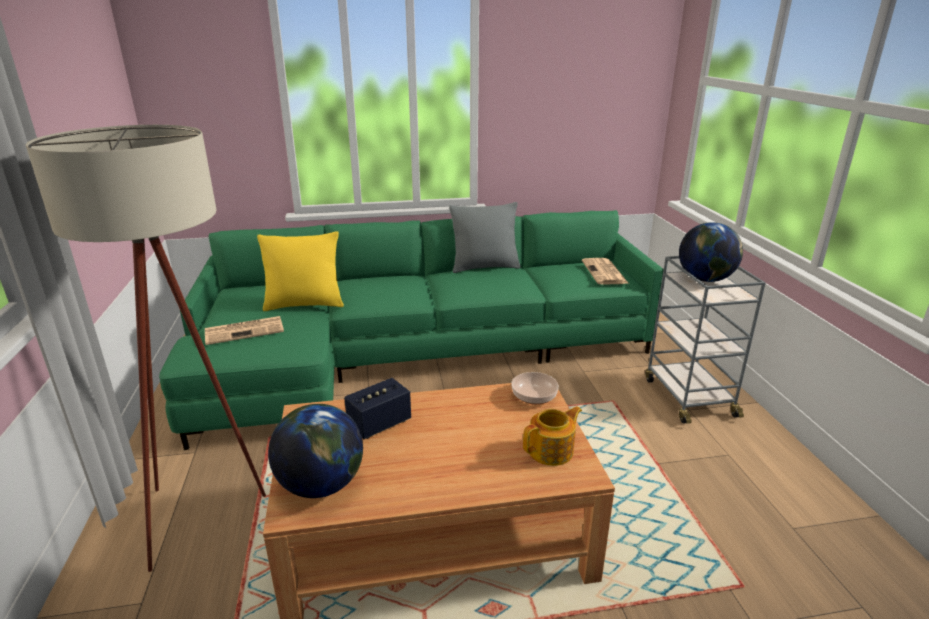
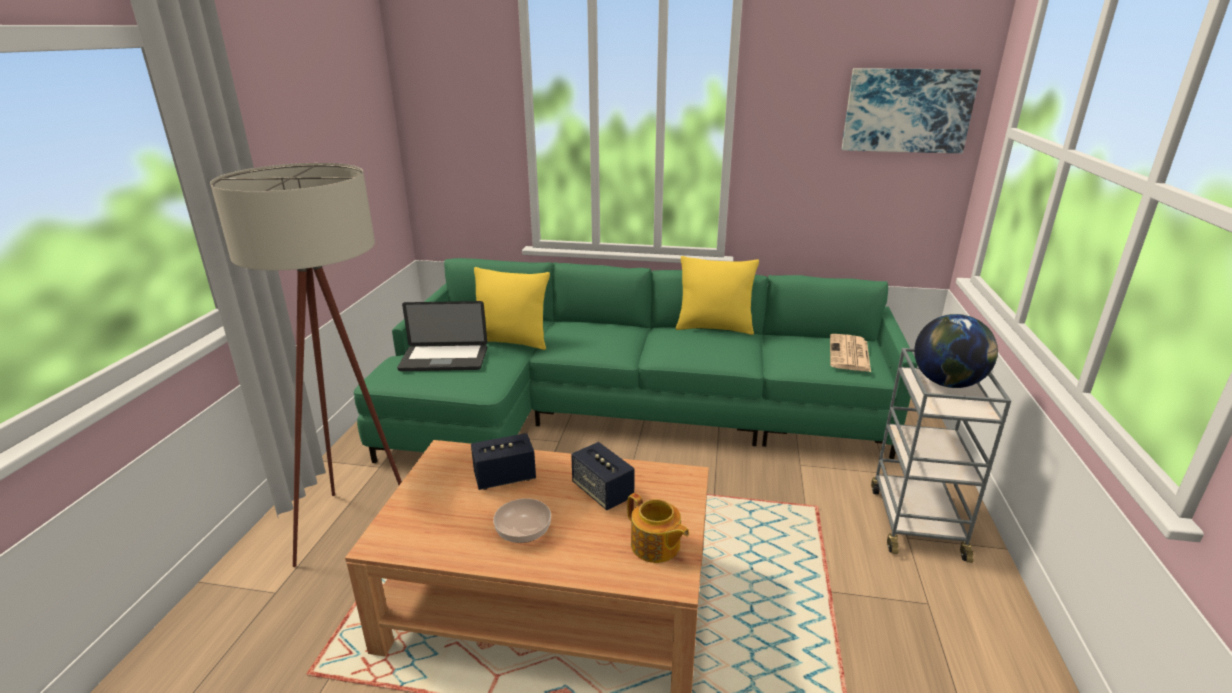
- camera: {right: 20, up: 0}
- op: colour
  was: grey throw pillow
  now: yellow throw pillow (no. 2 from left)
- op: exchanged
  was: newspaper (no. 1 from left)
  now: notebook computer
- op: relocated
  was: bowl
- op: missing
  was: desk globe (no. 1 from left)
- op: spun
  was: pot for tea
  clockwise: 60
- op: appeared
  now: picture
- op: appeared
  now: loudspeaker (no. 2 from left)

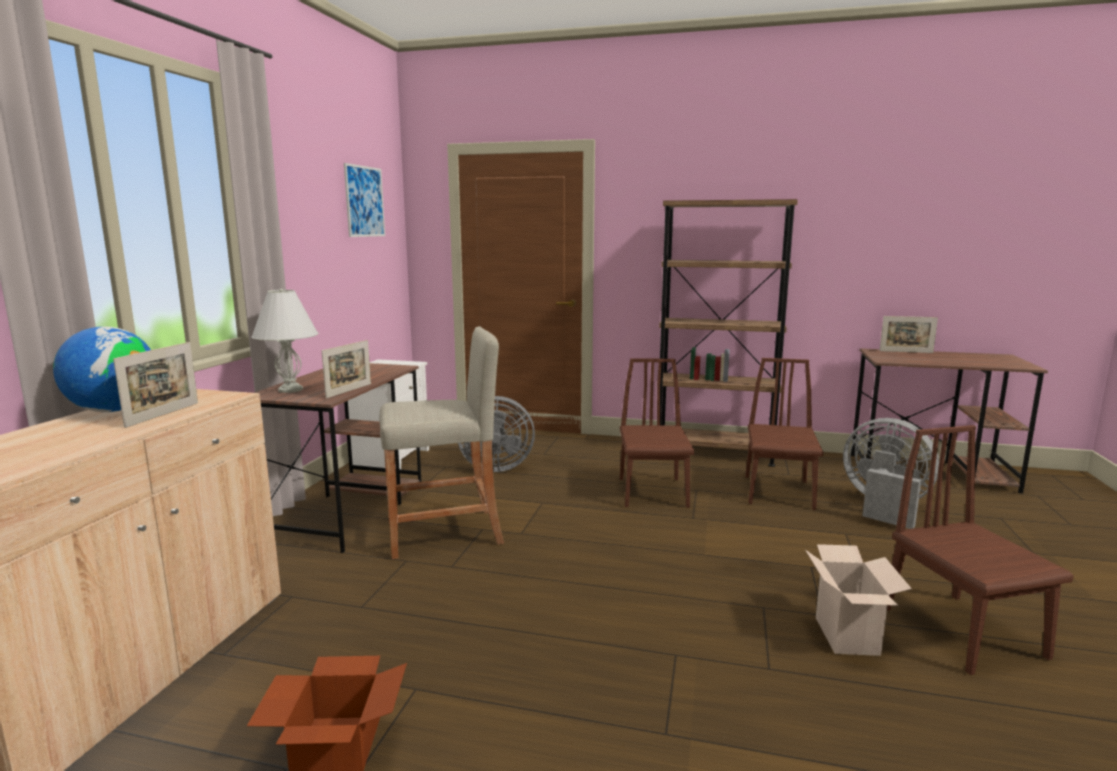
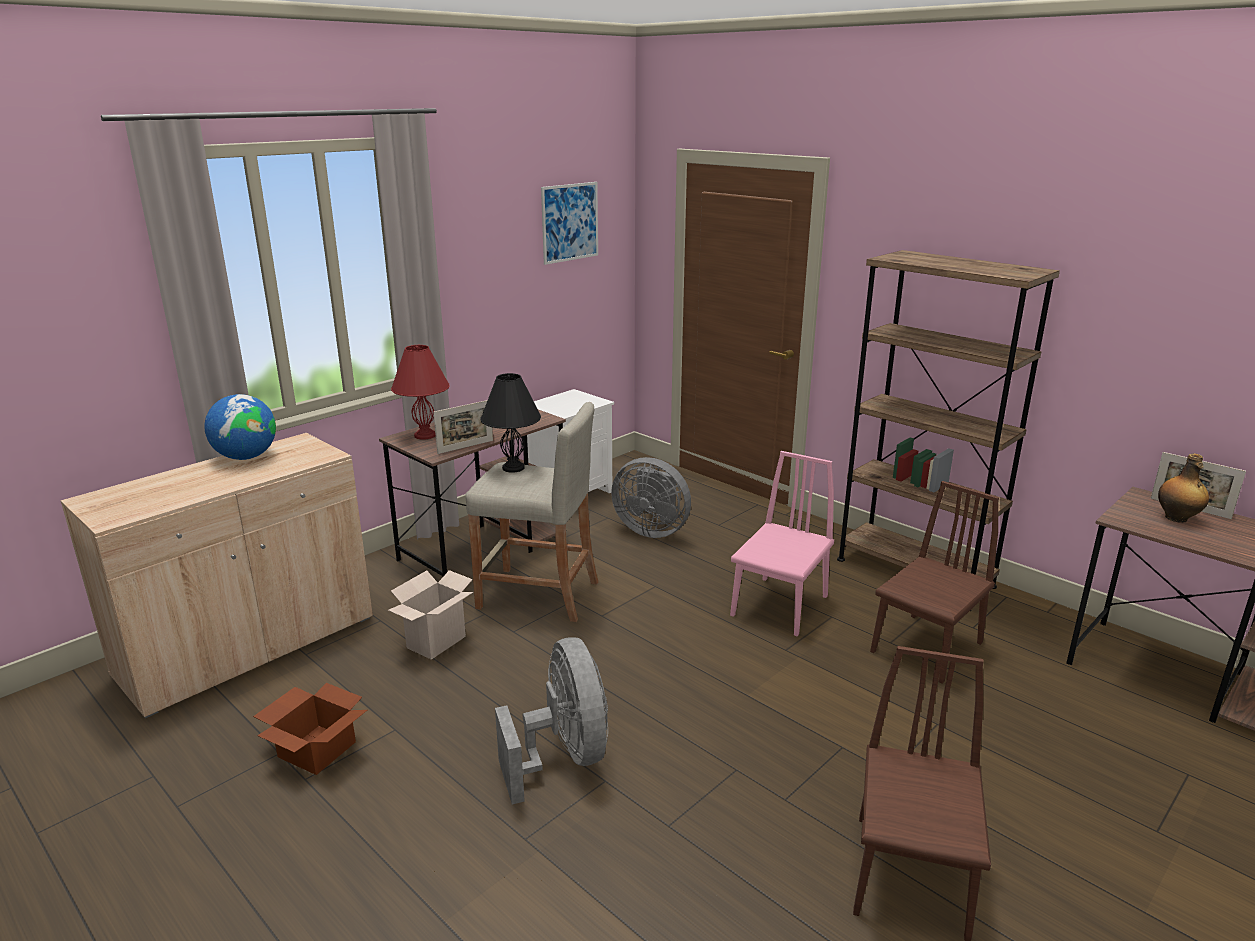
- camera: {right: 30, up: 10}
- op: colour
  was: whitish lamp for a table
  now: red lamp for a table
- op: missing
  was: picture frame (no. 1 from left)
- op: colour
  was: brownish chair (no. 1 from left)
  now: pinkish chair
- op: relocated
  was: grey electric fan (no. 2 from left in the first image)
  now: grey electric fan (no. 1 from left)
- op: relocated
  was: carton (no. 2 from left)
- op: appeared
  now: black lamp for a table
- op: appeared
  now: bottle

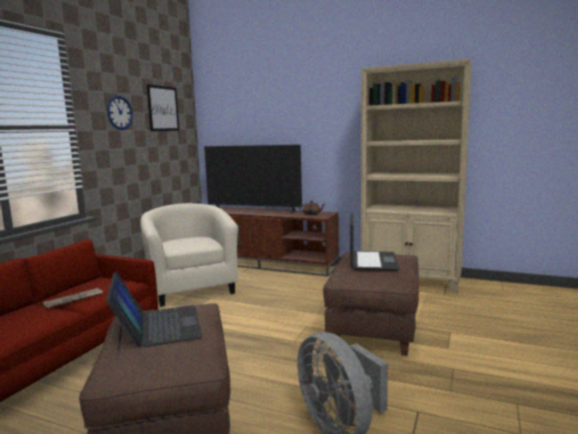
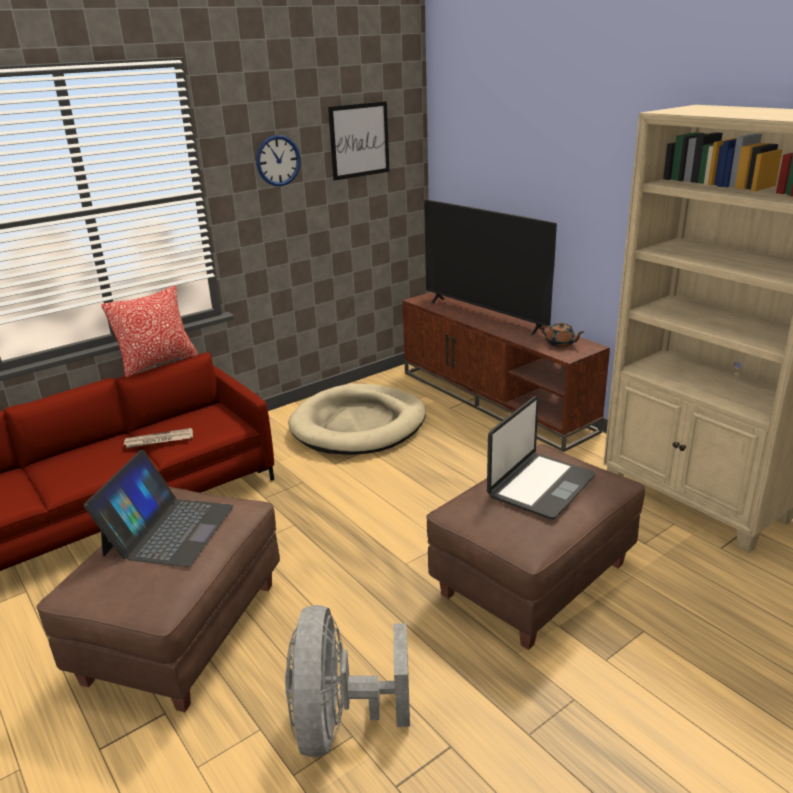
- camera: {right: 30, up: 15}
- op: exchanged
  was: beige lounge chair
  now: beige dog cushion
- op: appeared
  now: throw pillow

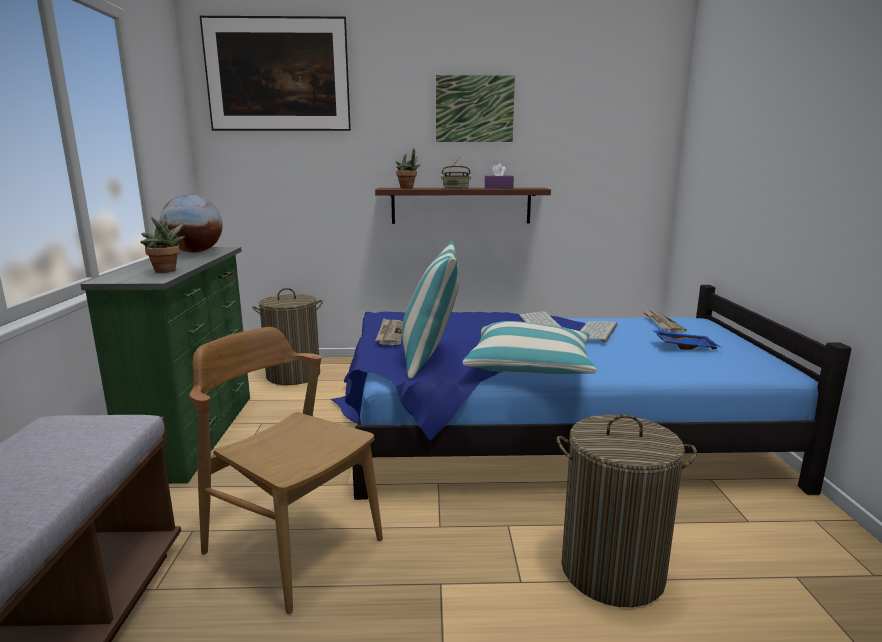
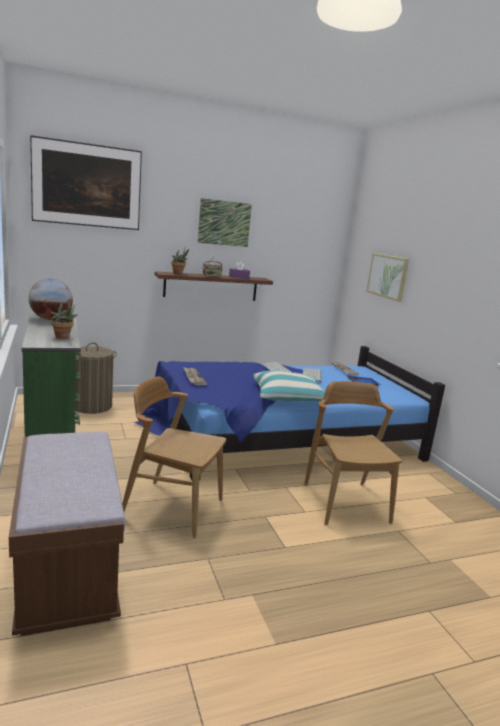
- camera: {right: -20, up: 0}
- op: missing
  was: throw pillow (no. 1 from left)
- op: exchanged
  was: laundry basket (no. 2 from left)
  now: brownish chair (no. 2 from left)
- op: appeared
  now: picture (no. 3 from left)

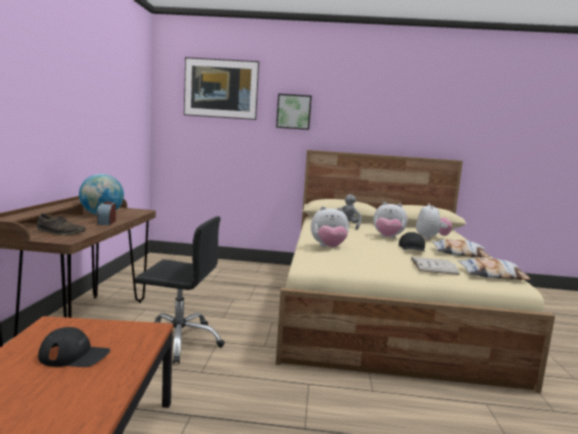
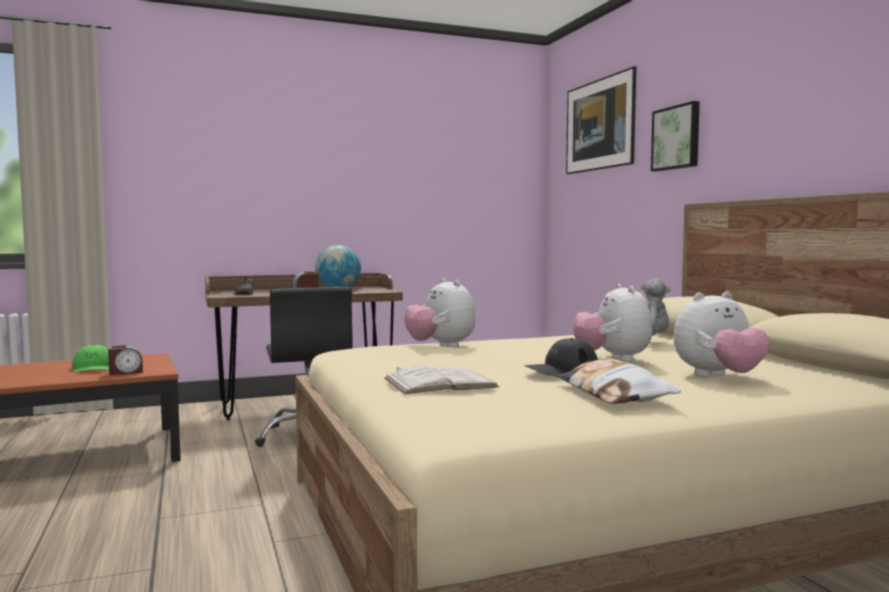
- camera: {right: 65, up: -5}
- op: missing
  was: throw pillow (no. 2 from left)
- op: colour
  was: black cap (no. 1 from left)
  now: green-coloured cap
- op: appeared
  now: table clock (no. 1 from left)

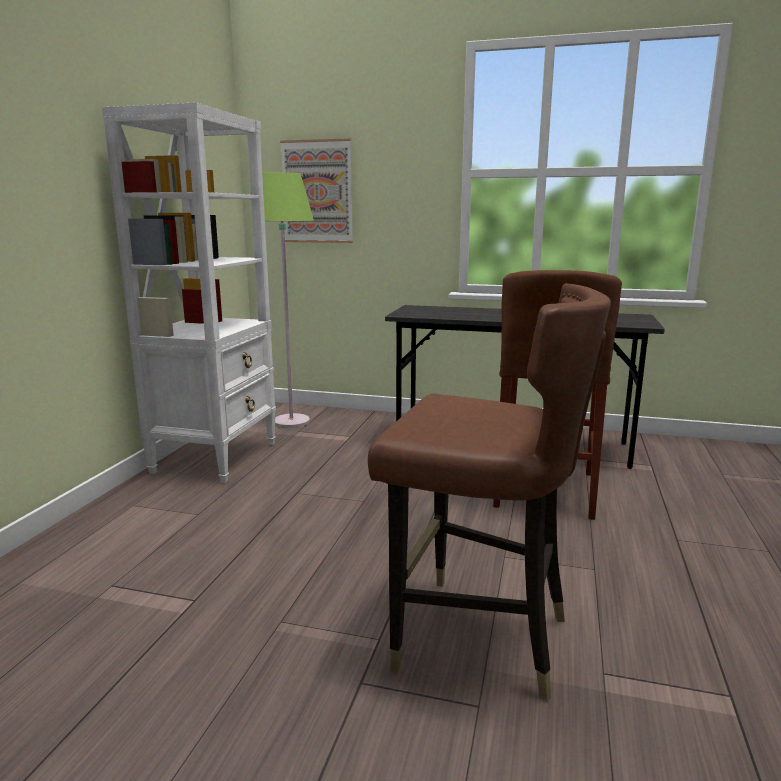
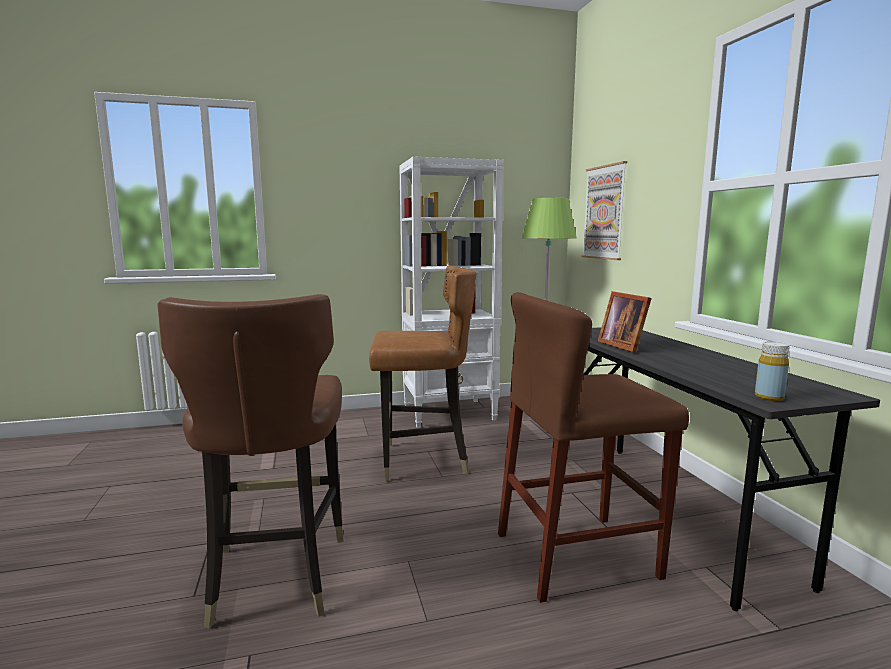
- camera: {right: 60, up: -5}
- op: appeared
  now: brownish chair (no. 2 from left)
- op: appeared
  now: picture frame
- op: appeared
  now: yellow bottle

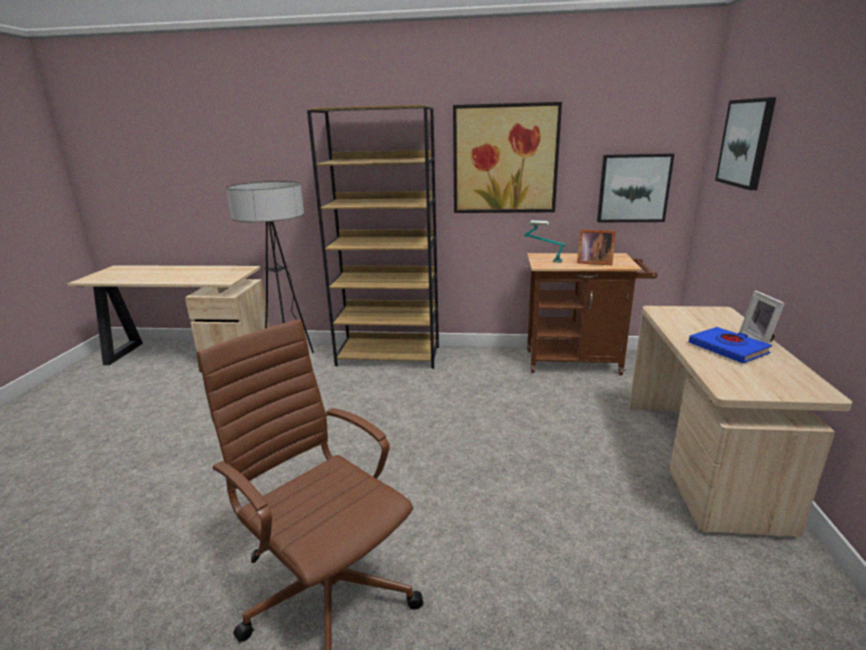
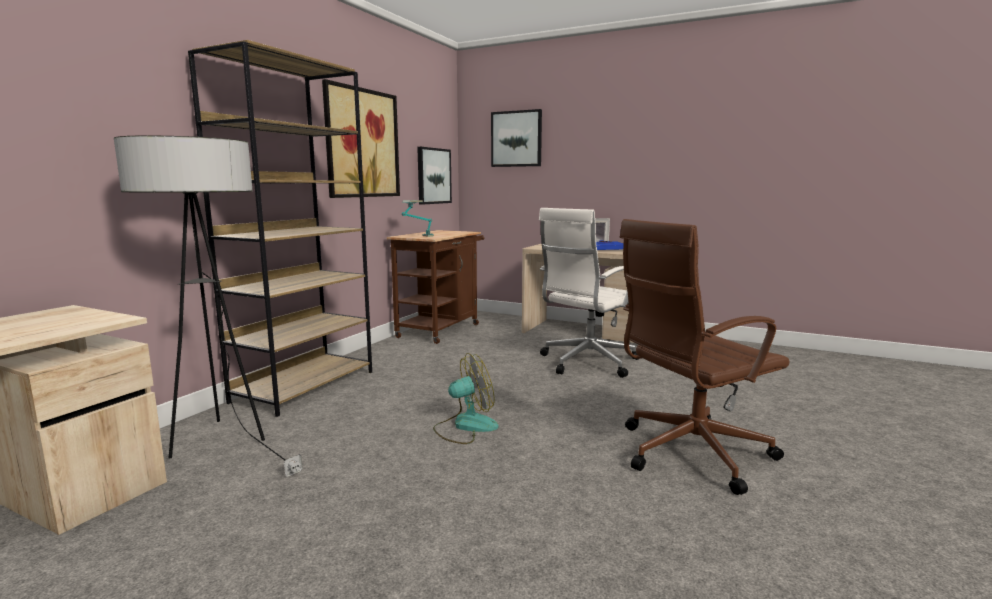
- camera: {right: -70, up: -10}
- op: missing
  was: picture frame (no. 1 from left)
- op: appeared
  now: whitish desk chair
- op: appeared
  now: electric fan

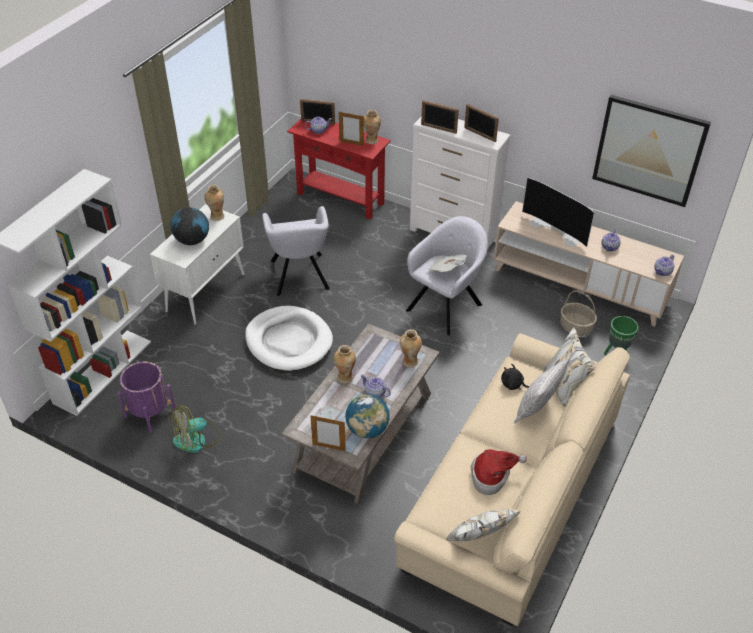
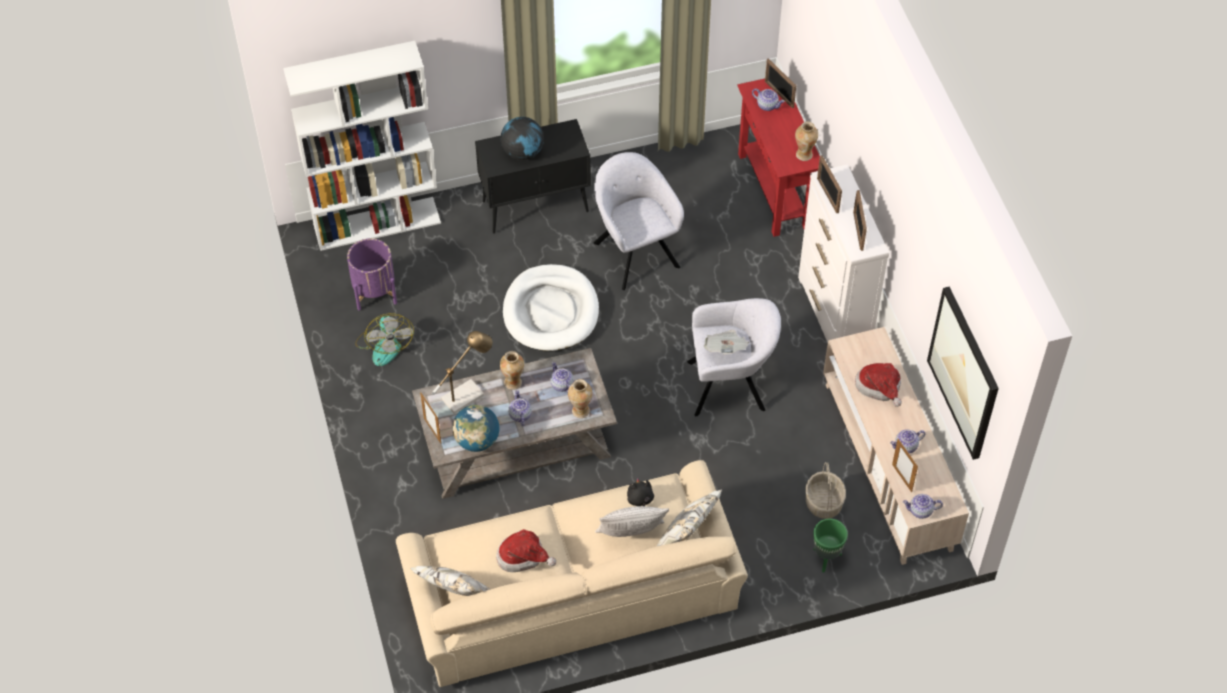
- camera: {right: 45, up: 10}
- op: relocated
  was: picture frame (no. 3 from left in the first image)
  now: picture frame (no. 5 from left)
- op: exchanged
  was: television
  now: hat (no. 2 from left)
- op: missing
  was: flower vase (no. 1 from left)
- op: colour
  was: whitish storage cabinet
  now: black storage cabinet
- op: spun
  was: grey lounge chair (no. 1 from left)
  clockwise: 120
- op: spun
  was: electric fan
  clockwise: -120
- op: appeared
  now: lamp for a table
- op: appeared
  now: pot for tea (no. 2 from left)

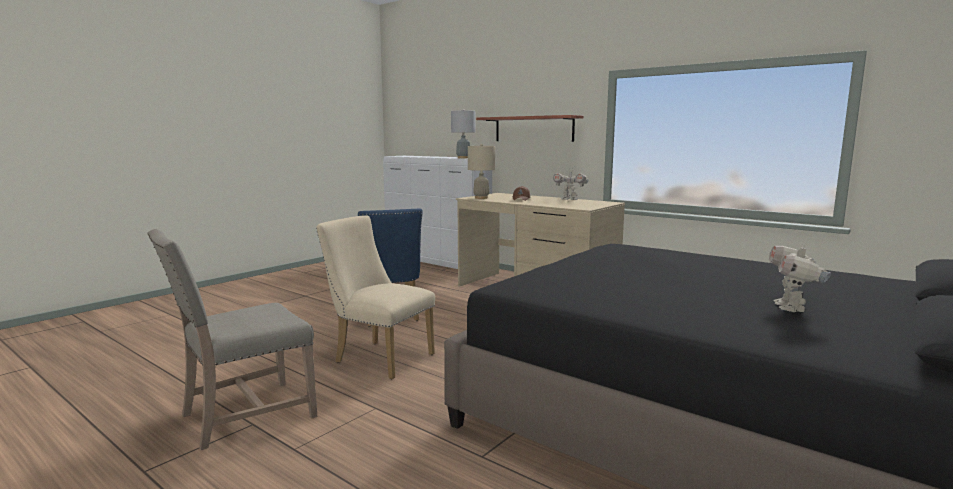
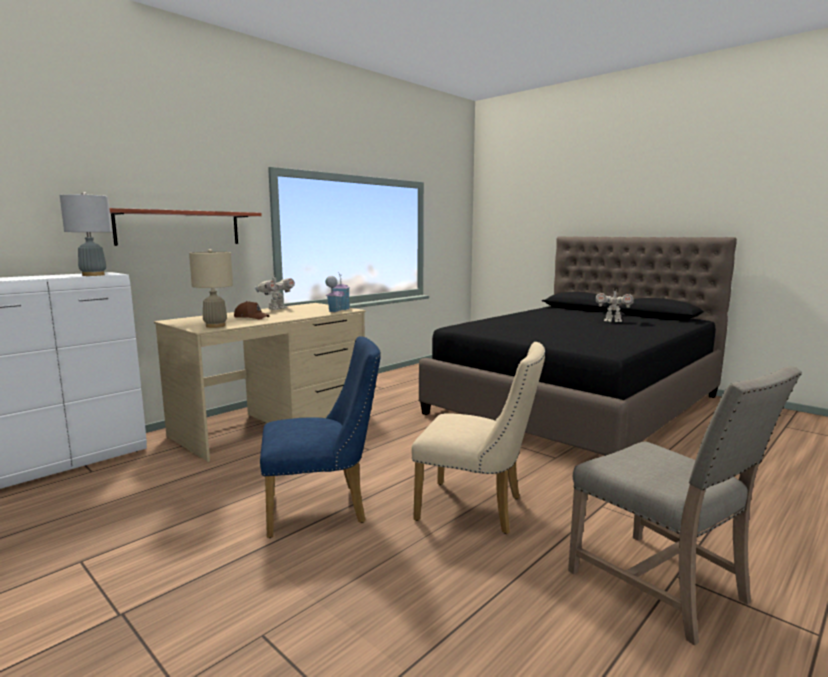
- camera: {right: -85, up: 0}
- op: spun
  was: beige chair (no. 2 from left in the first image)
  clockwise: -105
- op: appeared
  now: model house

